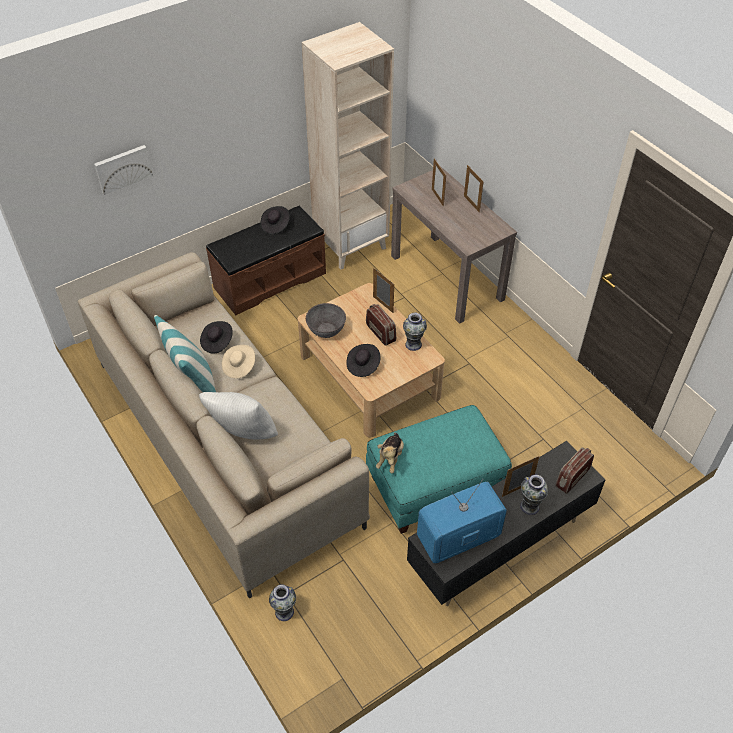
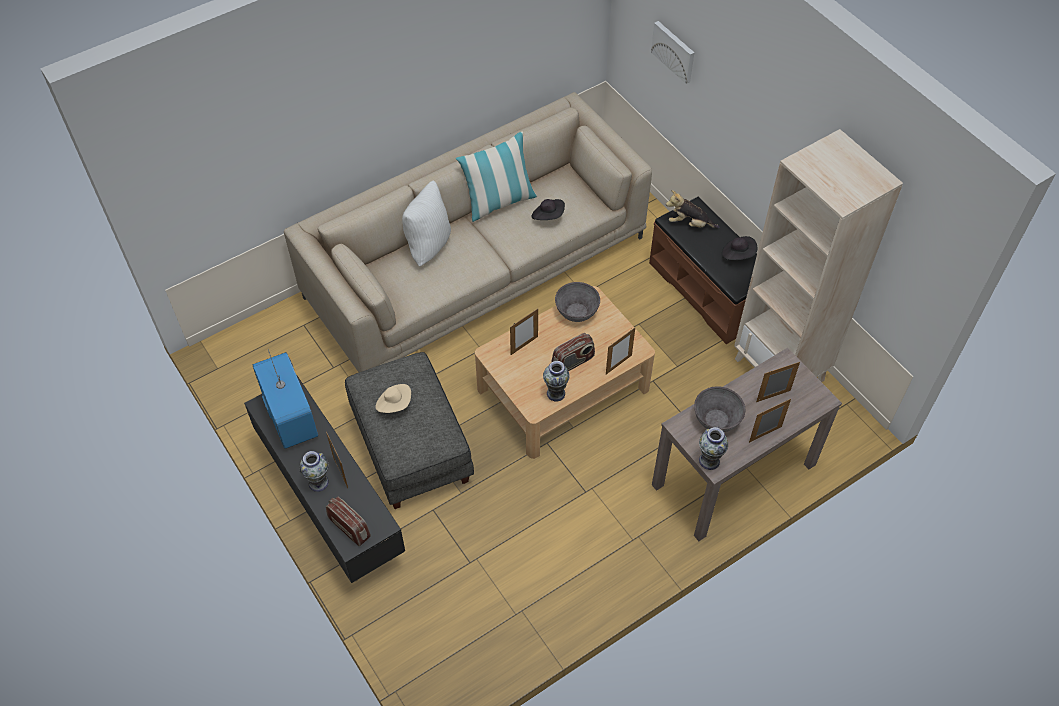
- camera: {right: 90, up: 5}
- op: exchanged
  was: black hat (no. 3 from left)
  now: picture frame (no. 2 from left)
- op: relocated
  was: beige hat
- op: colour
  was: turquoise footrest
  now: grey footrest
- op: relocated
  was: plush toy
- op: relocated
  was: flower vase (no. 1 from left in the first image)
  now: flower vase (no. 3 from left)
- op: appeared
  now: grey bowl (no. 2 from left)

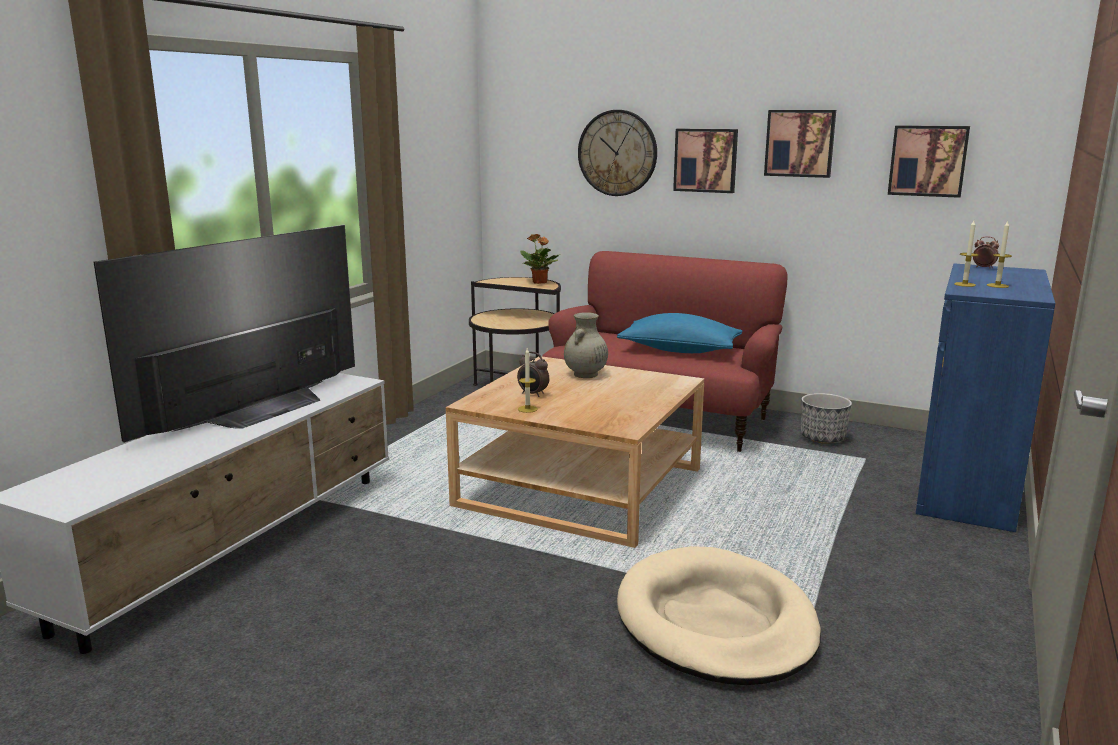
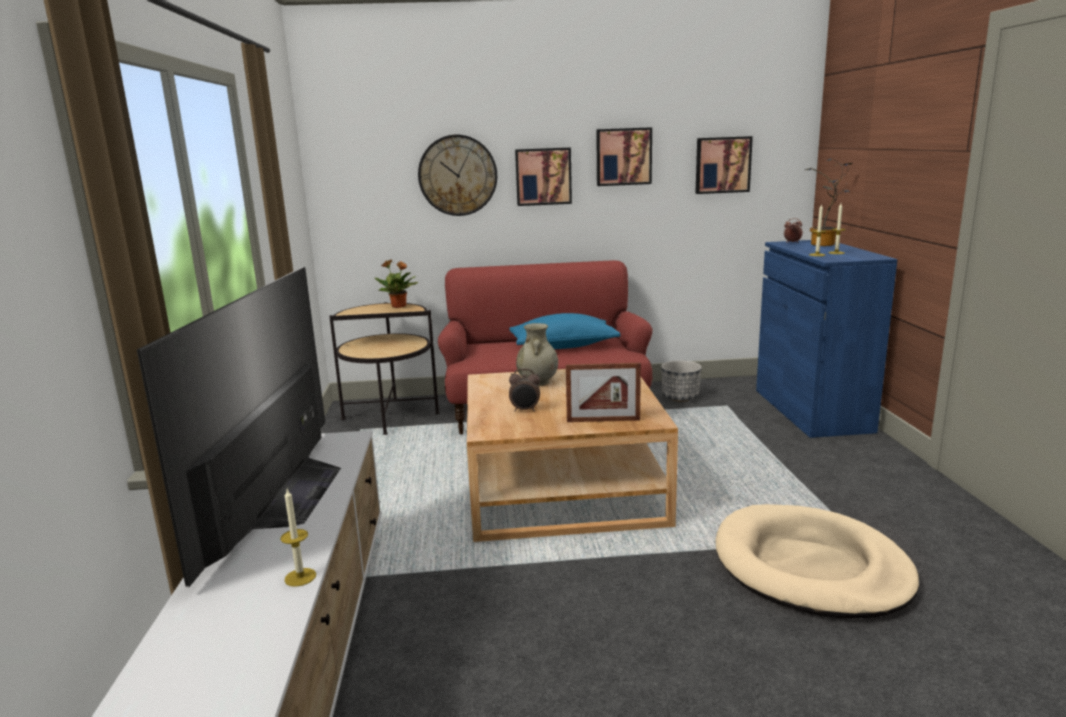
- camera: {right: -30, up: 0}
- op: relocated
  was: wax light (no. 1 from left)
- op: appeared
  now: plant in a pot (no. 2 from left)
- op: appeared
  now: picture frame

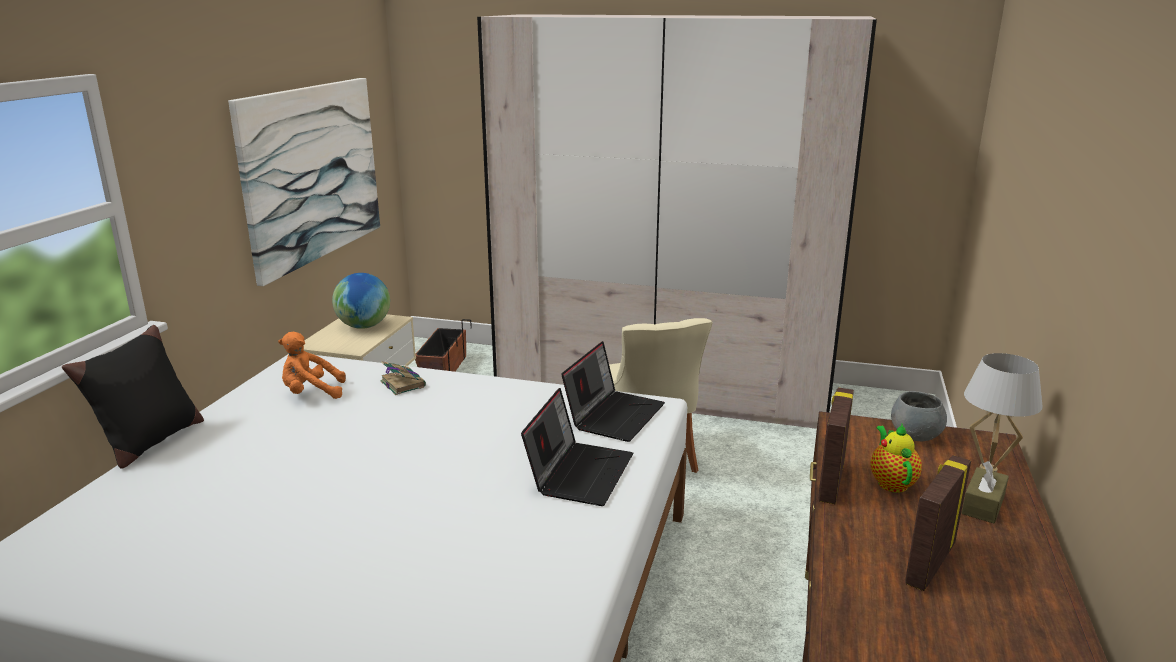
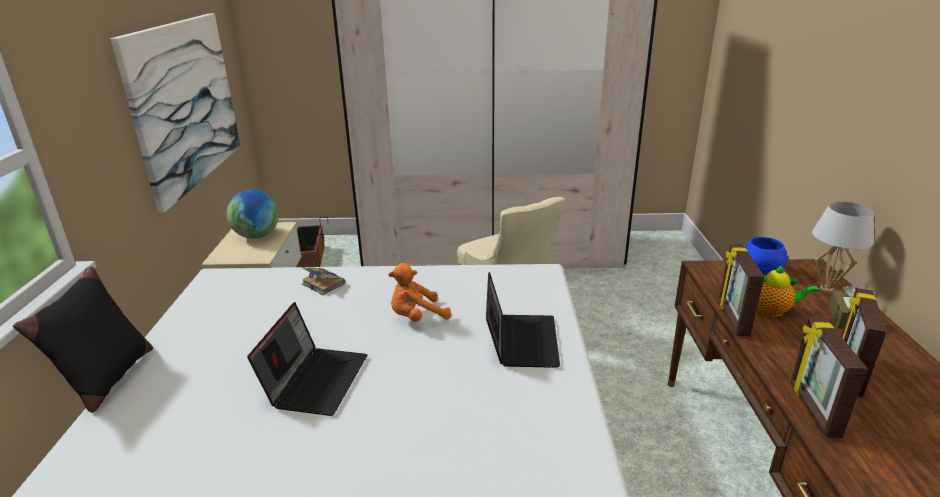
- camera: {right: -15, up: 5}
- op: relocated
  was: orange-coloured plush toy
- op: relocated
  was: notebook computer (no. 2 from left in the first image)
  now: notebook computer (no. 1 from left)
- op: colour
  was: grey bowl
  now: bluish bowl
- op: spun
  was: pot for tea
  clockwise: 120
- op: appeared
  now: picture frame (no. 2 from left)

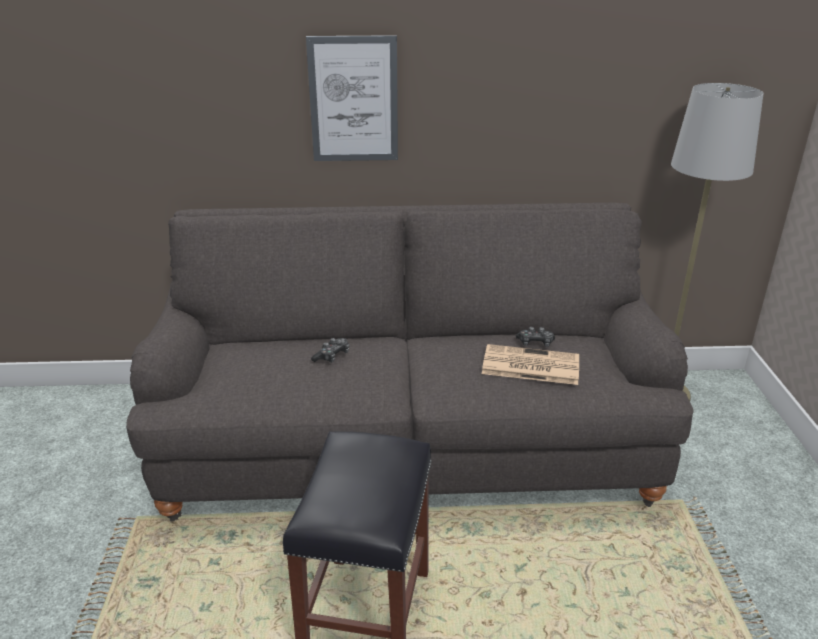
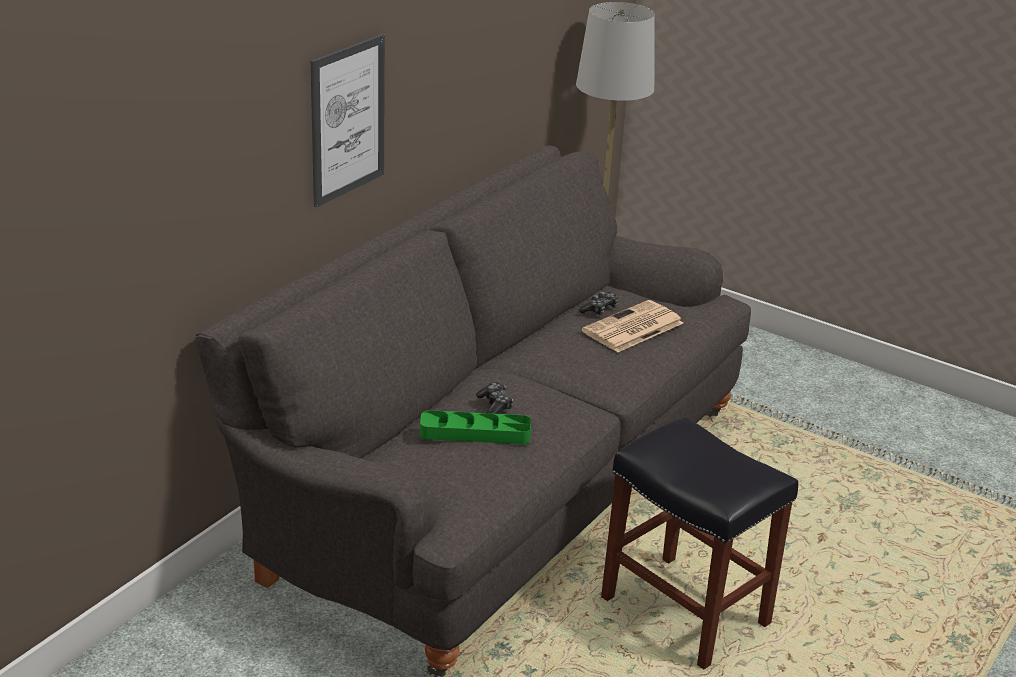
- camera: {right: -55, up: 0}
- op: appeared
  now: green-coloured serving tray

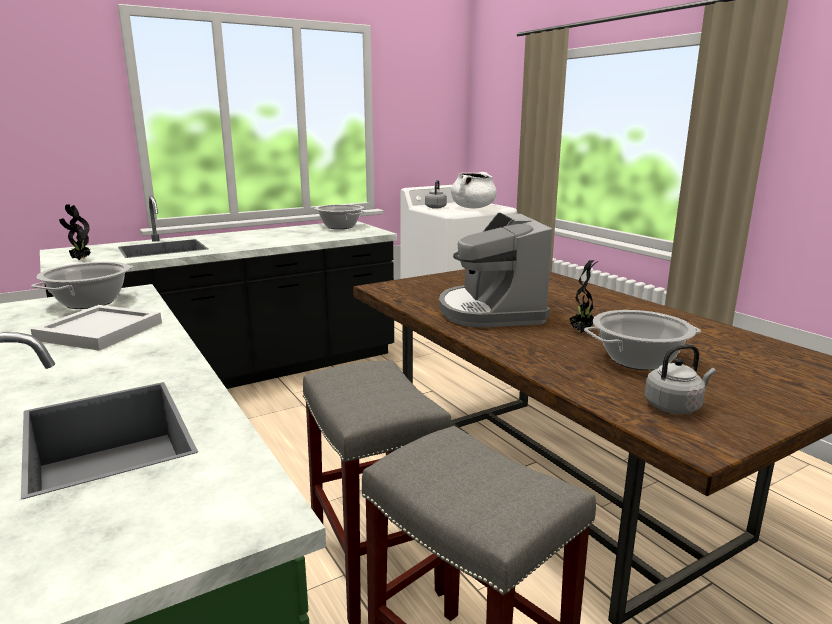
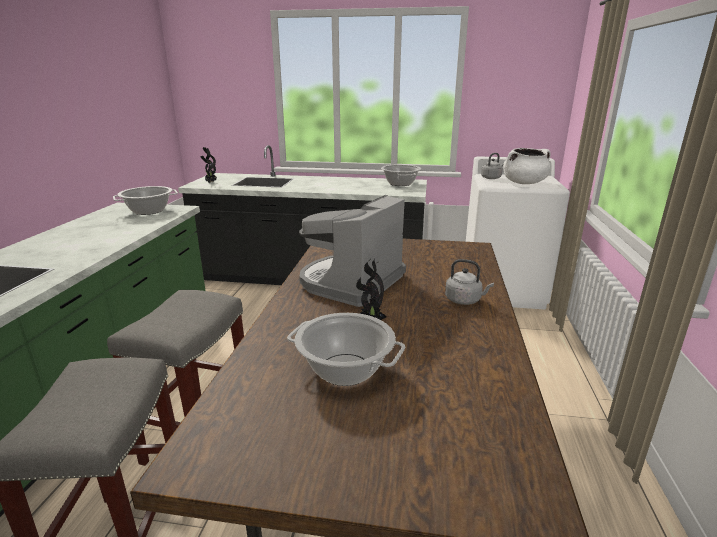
- camera: {right: 40, up: 5}
- op: missing
  was: whitish serving tray
- op: relocated
  was: grey tea kettle (no. 2 from left in the first image)
  now: grey tea kettle (no. 1 from left)

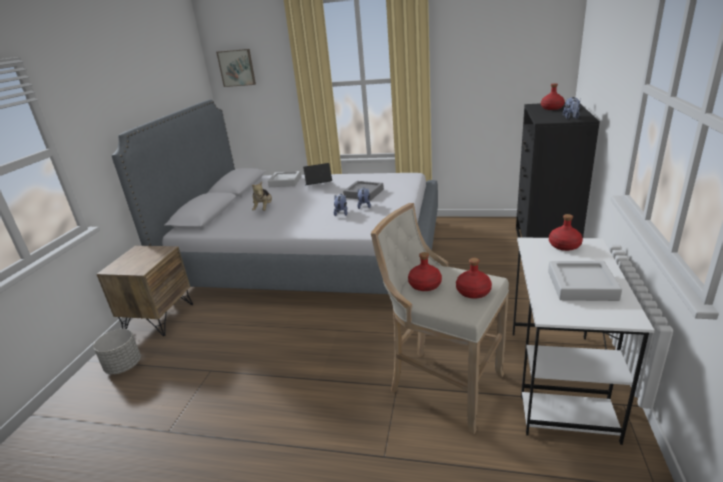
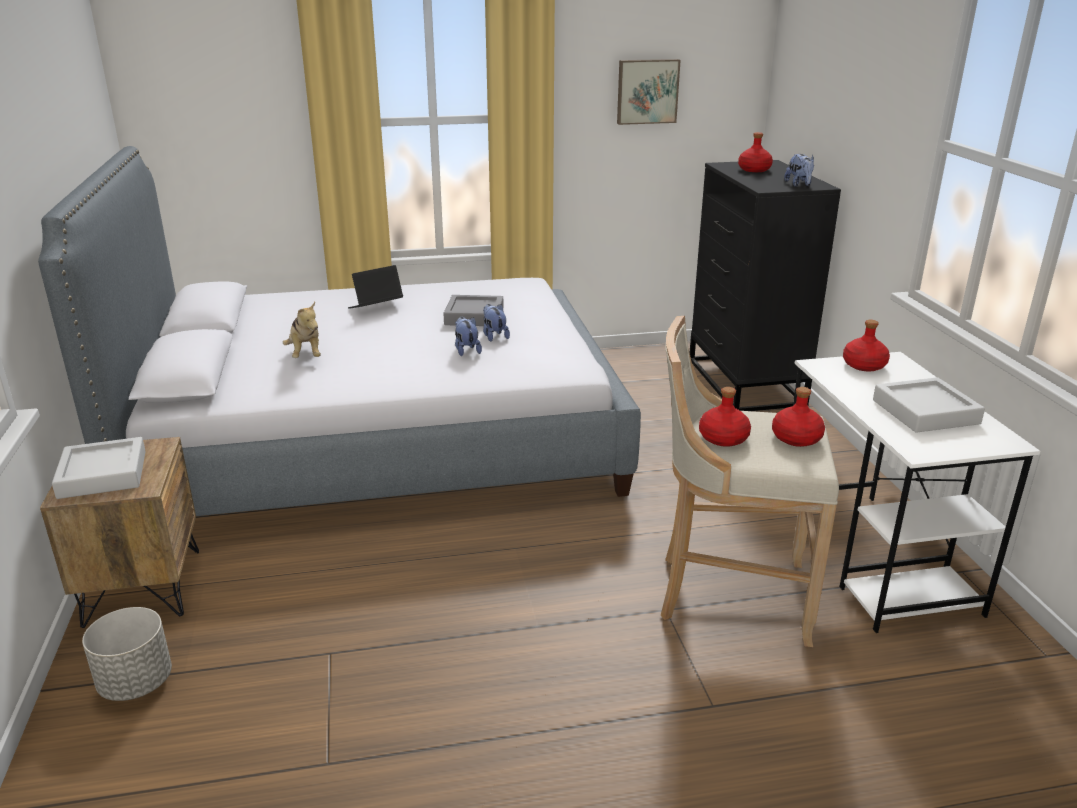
- camera: {right: -25, up: 0}
- op: relocated
  was: picture
- op: relocated
  was: grey serving tray (no. 1 from left)

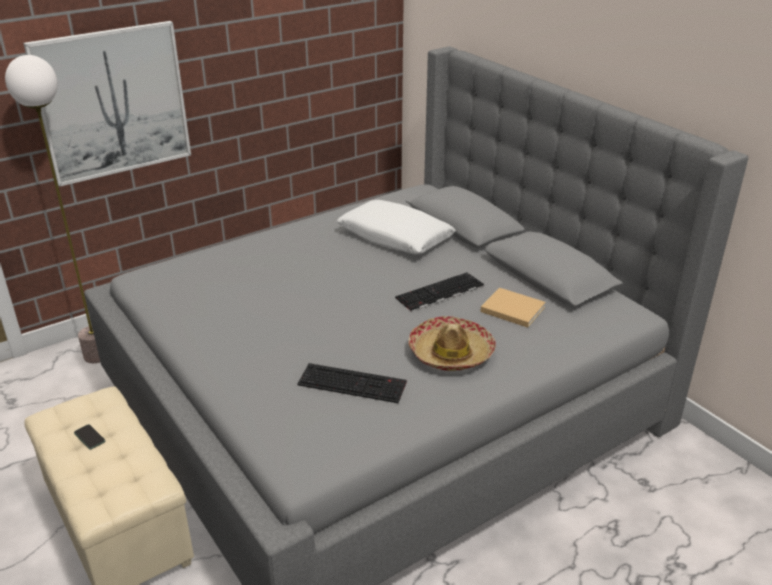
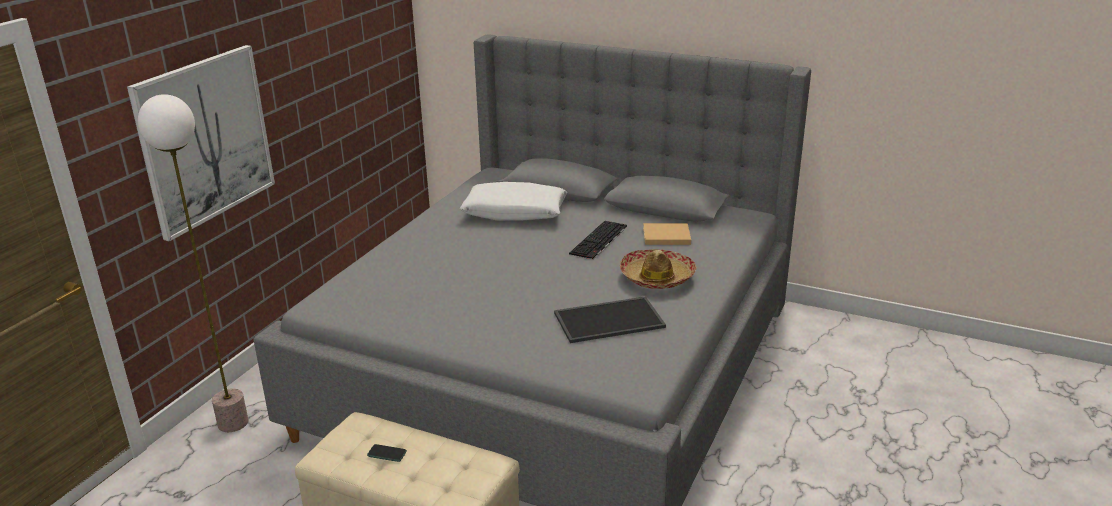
- camera: {right: -30, up: -5}
- op: exchanged
  was: PC keyboard (no. 1 from left)
  now: serving tray

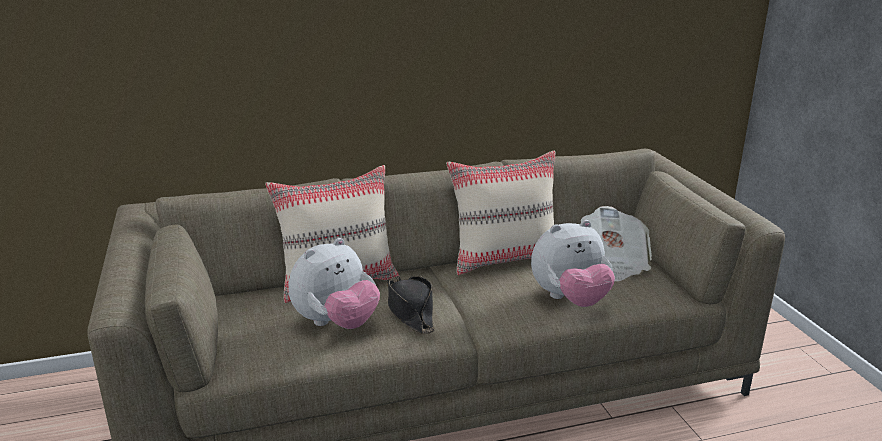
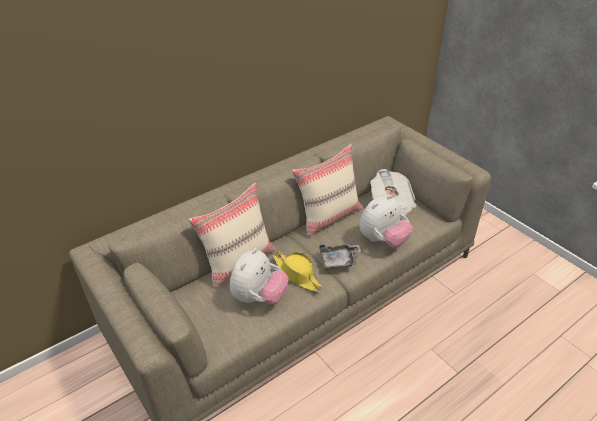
- camera: {right: -20, up: 15}
- op: colour
  was: black hat
  now: yellow hat
- op: appeared
  now: grey serving tray

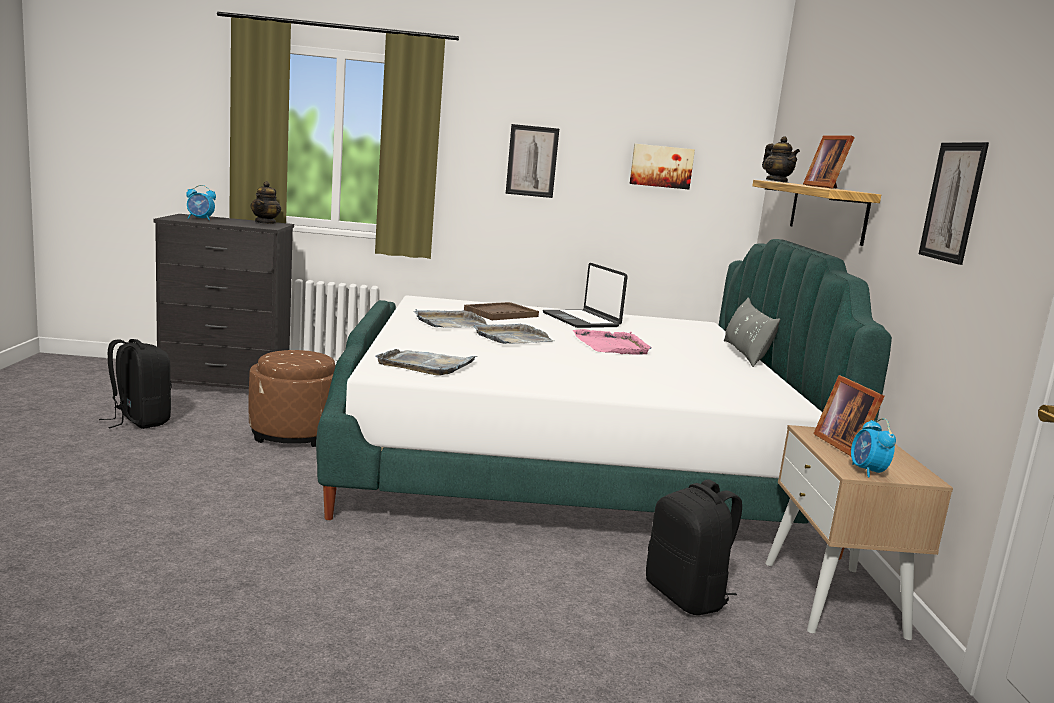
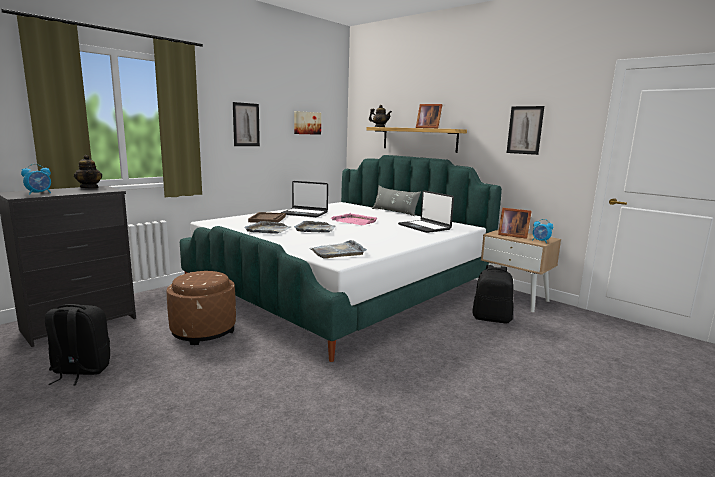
- camera: {right: -45, up: 0}
- op: appeared
  now: notebook computer (no. 2 from left)

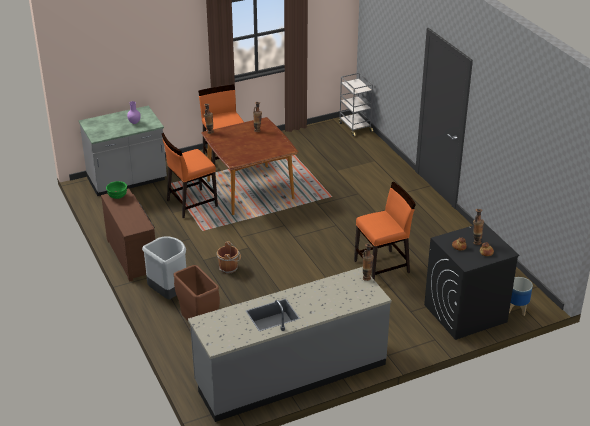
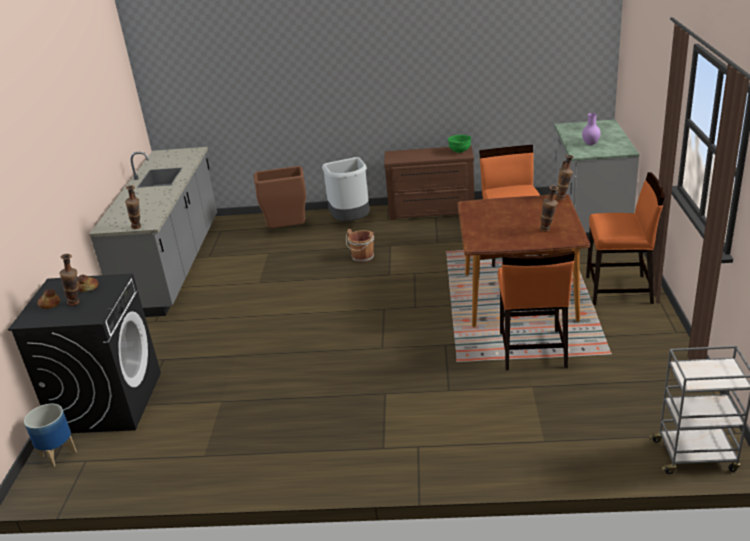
- camera: {right: 120, up: -5}
- op: relocated
  was: orange-coloured chair (no. 3 from left in the first image)
  now: orange-coloured chair (no. 2 from left)

